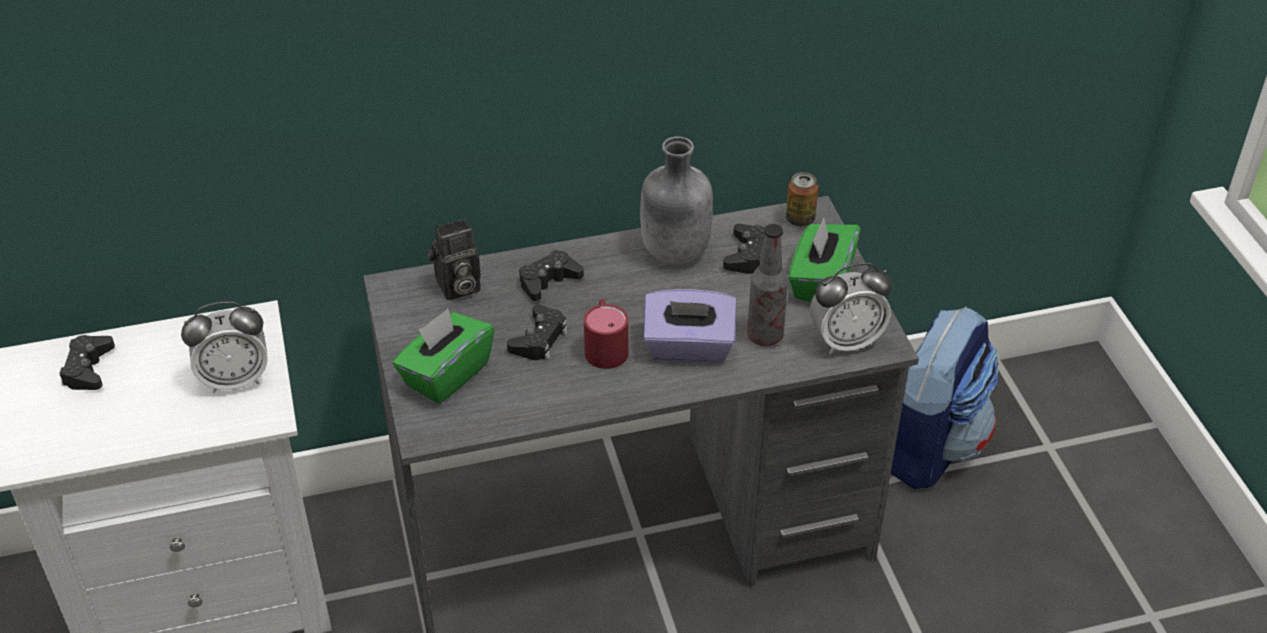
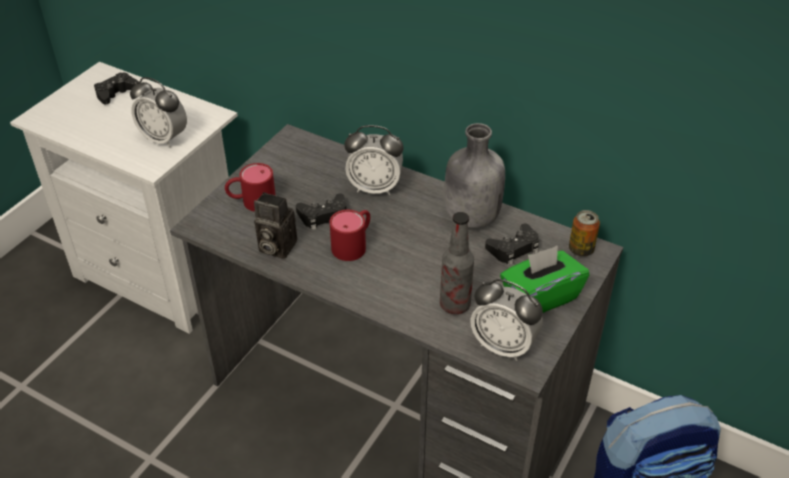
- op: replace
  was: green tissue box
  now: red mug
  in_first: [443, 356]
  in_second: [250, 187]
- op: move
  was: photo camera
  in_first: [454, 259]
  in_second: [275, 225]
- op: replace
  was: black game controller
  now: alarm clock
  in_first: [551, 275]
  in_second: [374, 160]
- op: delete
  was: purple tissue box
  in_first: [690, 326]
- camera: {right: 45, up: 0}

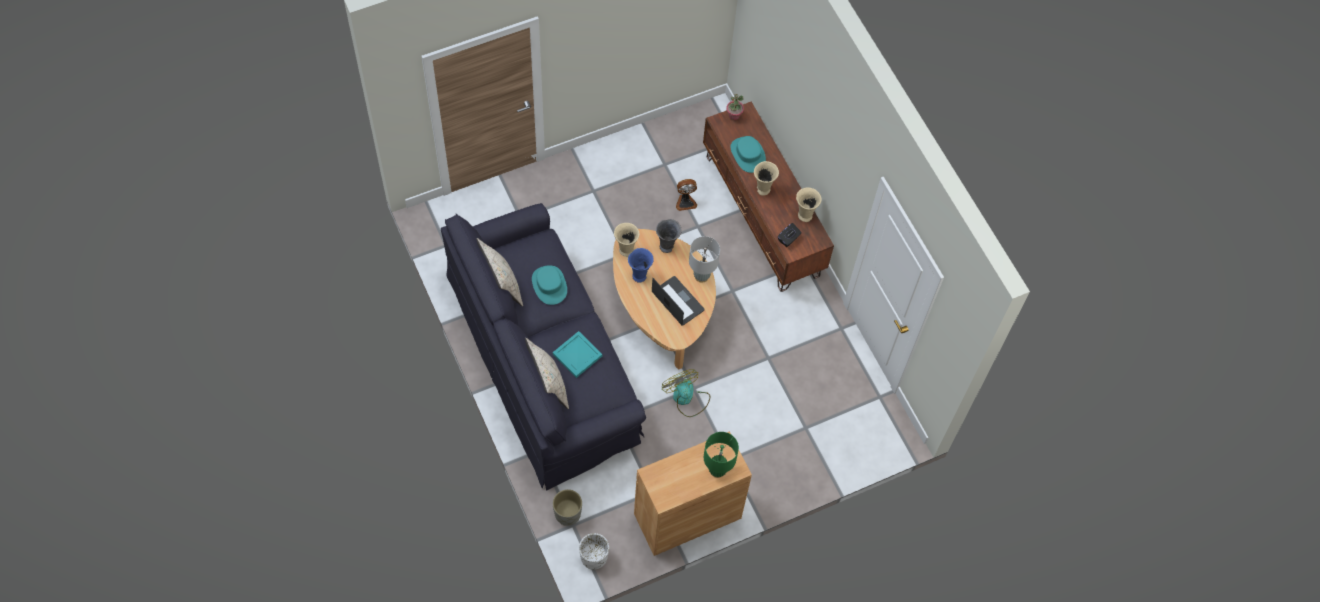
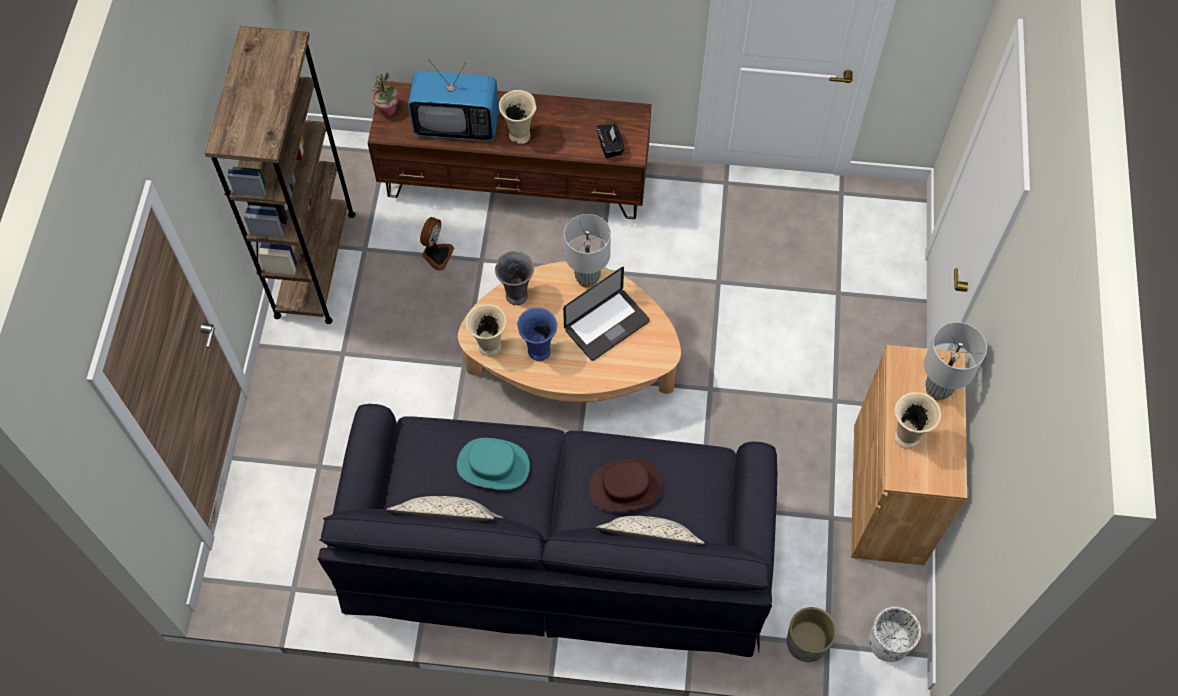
- op: replace
  was: turquoise tray
  now: brown hat
  in_first: [577, 354]
  in_second: [626, 485]
- op: rotate
  was: laptop
  in_first: [678, 301]
  in_second: [606, 314]
  clockwise: 150
- op: delete
  was: fan
  in_first: [686, 393]
- op: recolor
  was: green table lamp
  now: grey table lamp
  in_first: [721, 455]
  in_second: [955, 361]
- op: replace
  was: turquoise hat
  now: television
  in_first: [748, 154]
  in_second: [453, 100]
- op: move
  was: beige vase
  in_first: [808, 204]
  in_second: [917, 420]
- op: insert
  now: brown bookcase
  in_second: [280, 175]
- camera: {right: -55, up: 0}

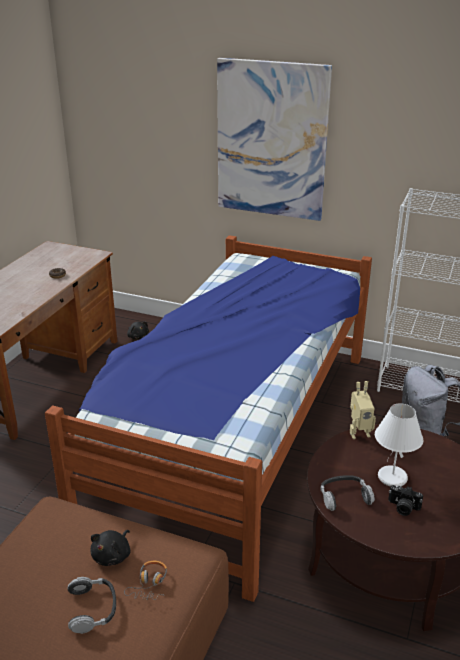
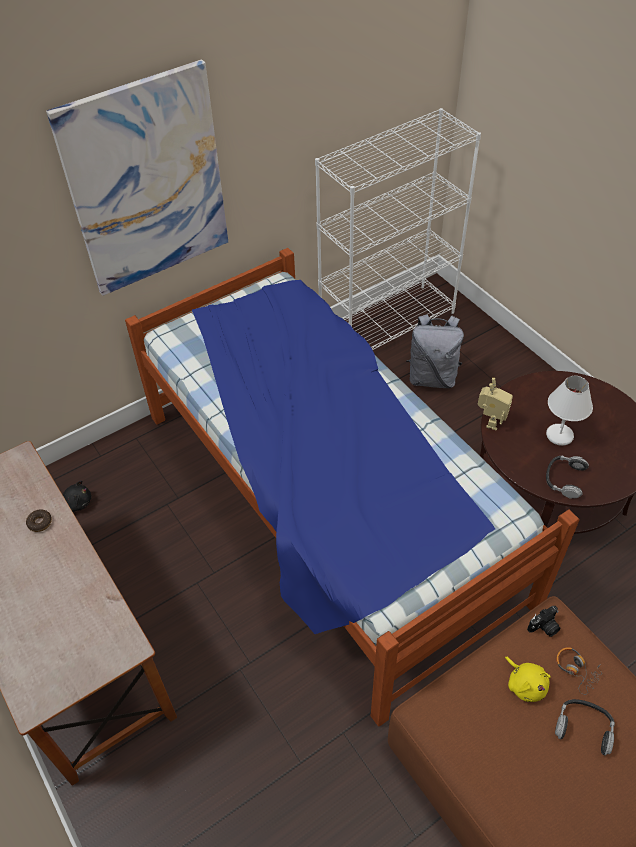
- op: recolor
  was: black plush toy
  now: yellow plush toy
  in_first: [110, 548]
  in_second: [528, 679]
- op: move
  was: photo camera
  in_first: [405, 500]
  in_second: [543, 621]
- camera: {right: -55, up: 20}

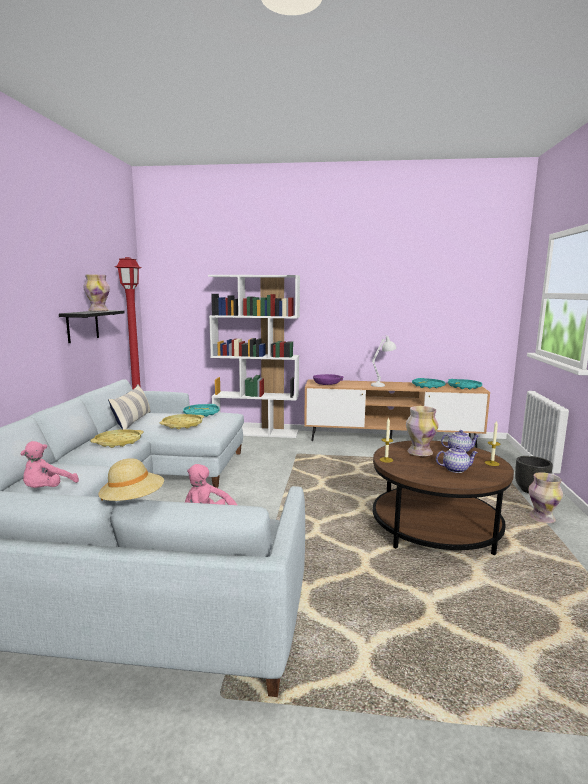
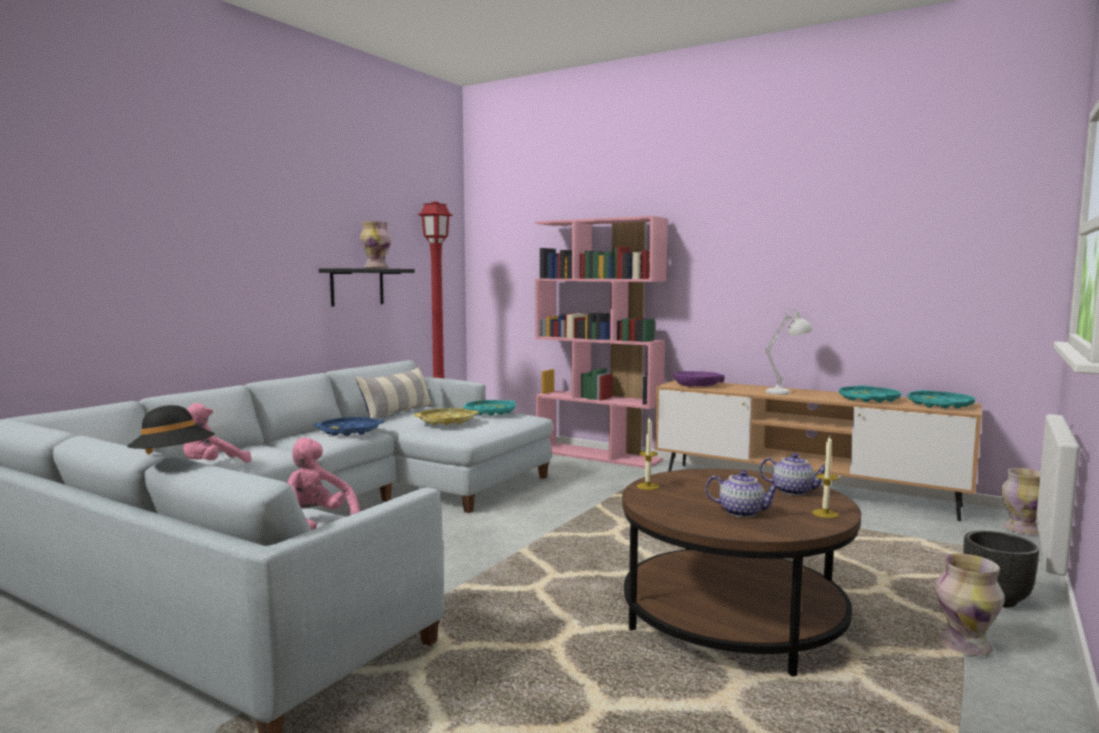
- op: recolor
  was: yellow tray
  now: blue tray
  in_first: [117, 438]
  in_second: [348, 426]
- op: recolor
  was: beige hat
  now: black hat
  in_first: [131, 479]
  in_second: [171, 430]
- op: recolor
  was: white bookcase
  now: pink bookcase
  in_first: [254, 356]
  in_second: [601, 342]
- op: move
  was: vase
  in_first: [422, 431]
  in_second: [1020, 501]
- camera: {right: 25, up: -5}

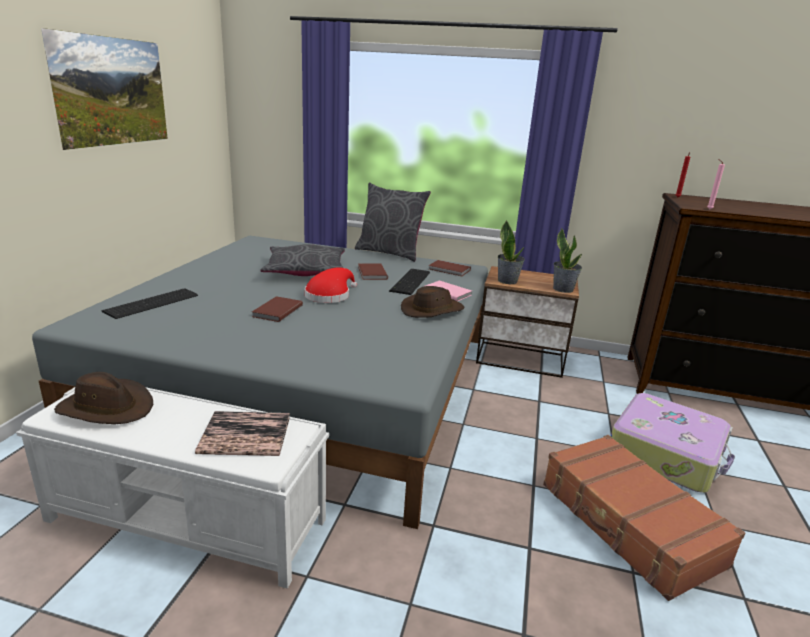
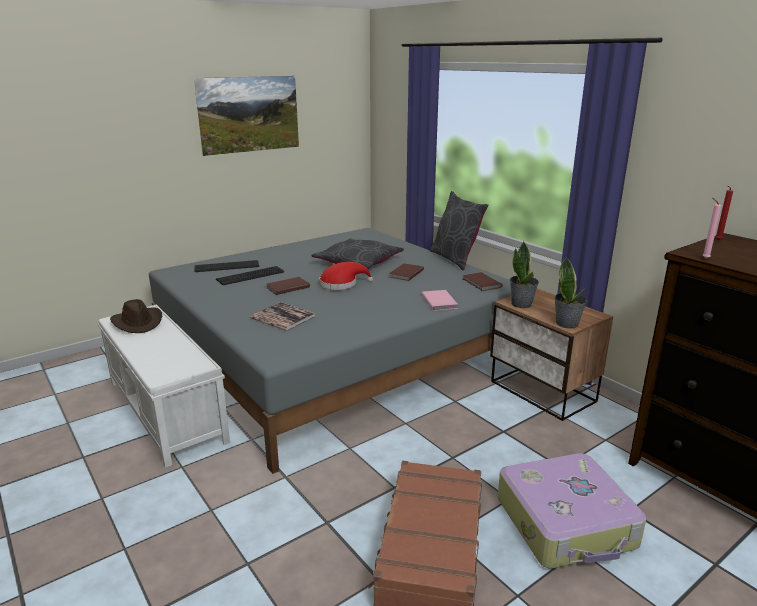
- op: move
  was: book
  in_first: [242, 433]
  in_second: [283, 316]
- op: move
  was: keyboard
  in_first: [409, 282]
  in_second: [250, 275]
- op: delete
  was: brown hat
  in_first: [433, 302]
- camera: {right: 40, up: 0}

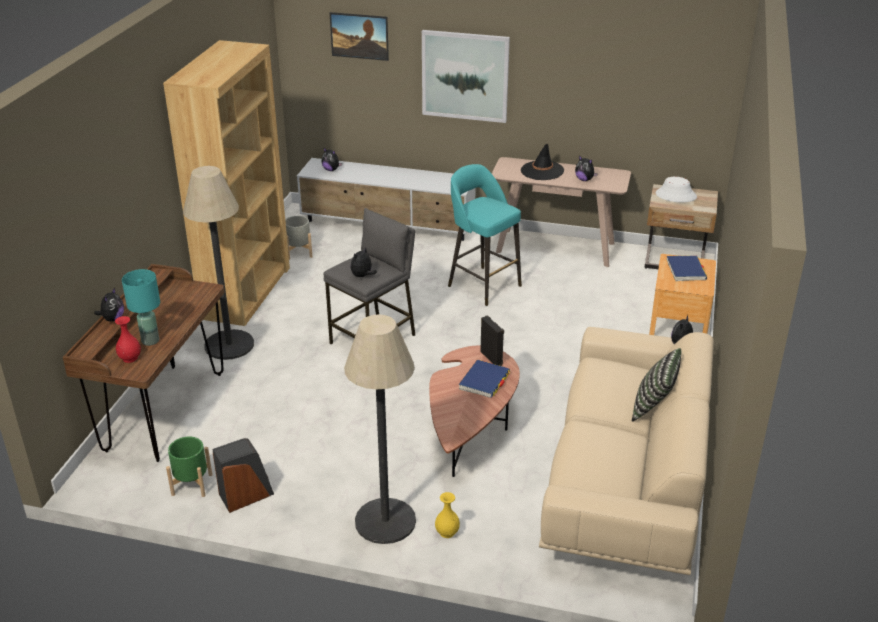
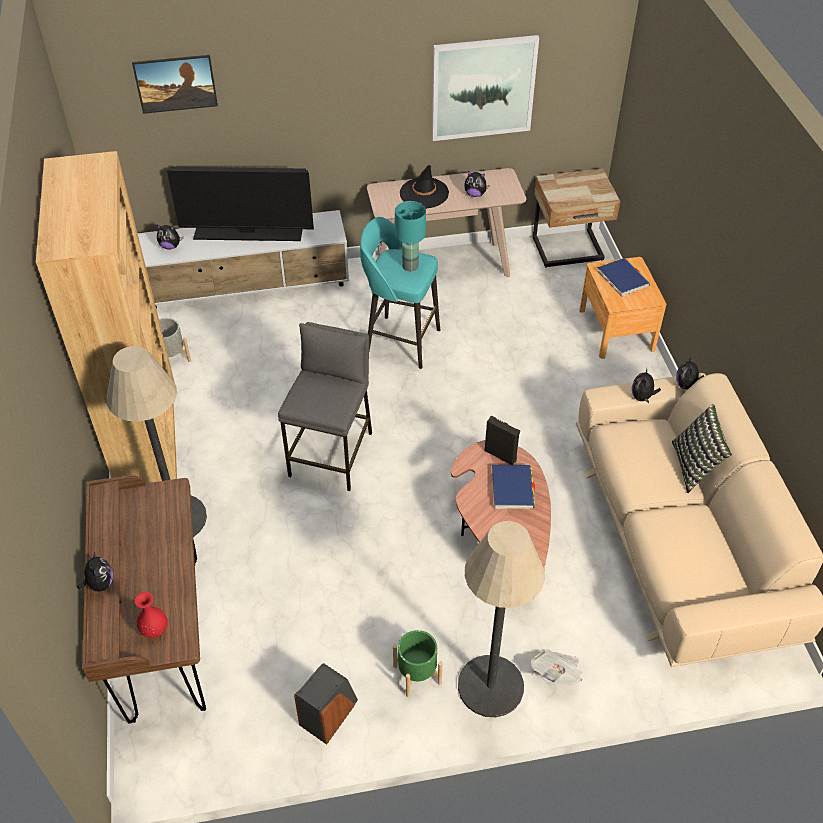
- op: move
  was: turquoise table lamp
  in_first: [141, 307]
  in_second: [410, 236]
- op: move
  was: green planter
  in_first: [189, 467]
  in_second: [418, 663]
- op: move
  was: plush toy
  in_first: [363, 262]
  in_second: [646, 385]
- op: move
  was: picture
  in_first: [466, 76]
  in_second: [485, 88]
- op: replace
  was: yellow vase
  now: newspaper
  in_first: [447, 515]
  in_second: [556, 667]
- op: delete
  was: white hat
  in_first: [676, 189]
- op: insert
  now: television
  in_second: [240, 204]
- camera: {right: -25, up: 15}

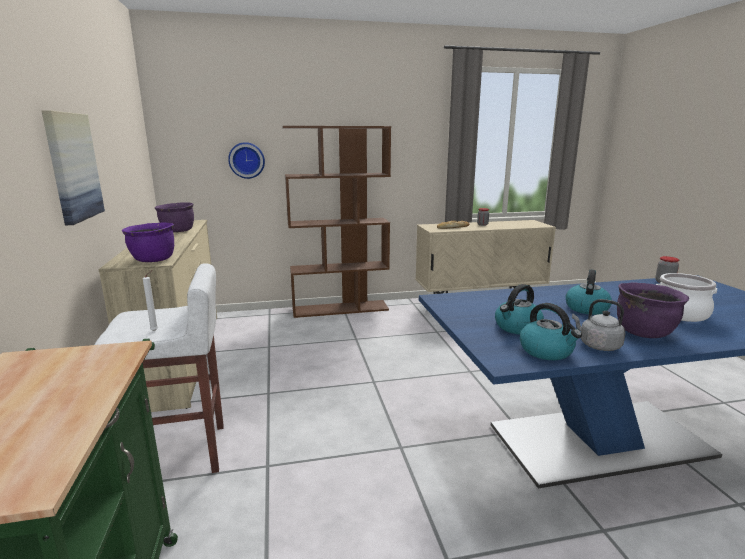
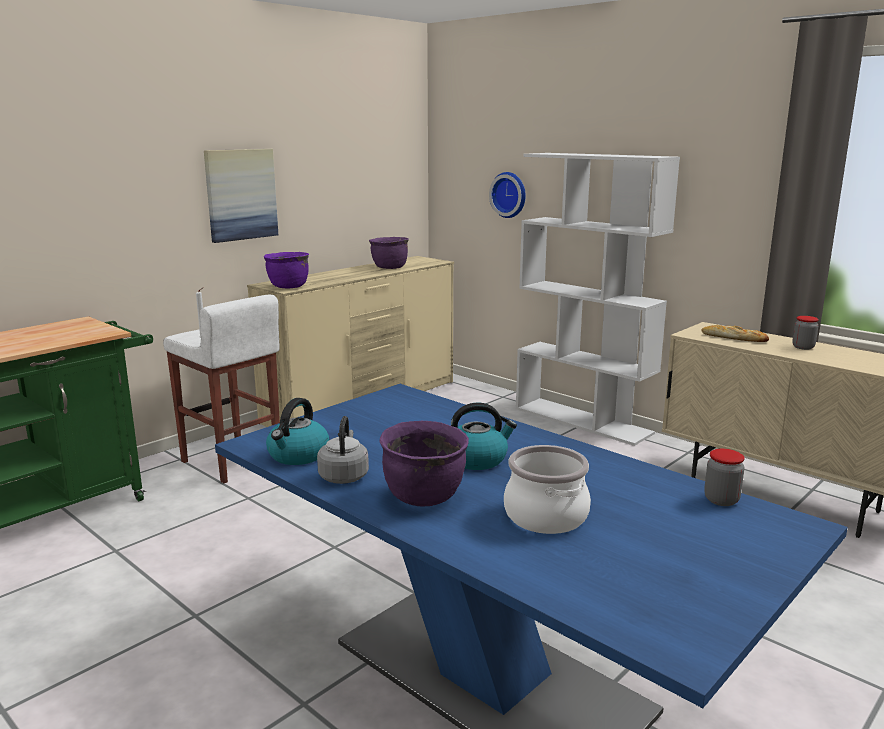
- op: recolor
  was: brown bookcase
  now: white bookcase
  in_first: [336, 222]
  in_second: [598, 299]
- op: delete
  was: kettle
  in_first: [519, 309]
- camera: {right: 55, up: 0}

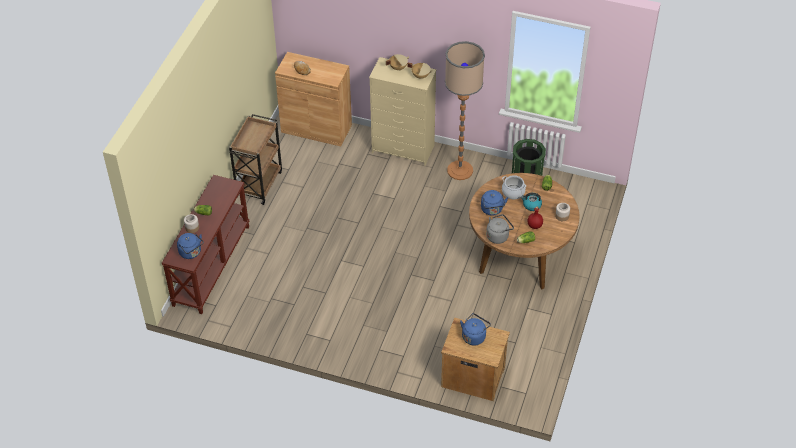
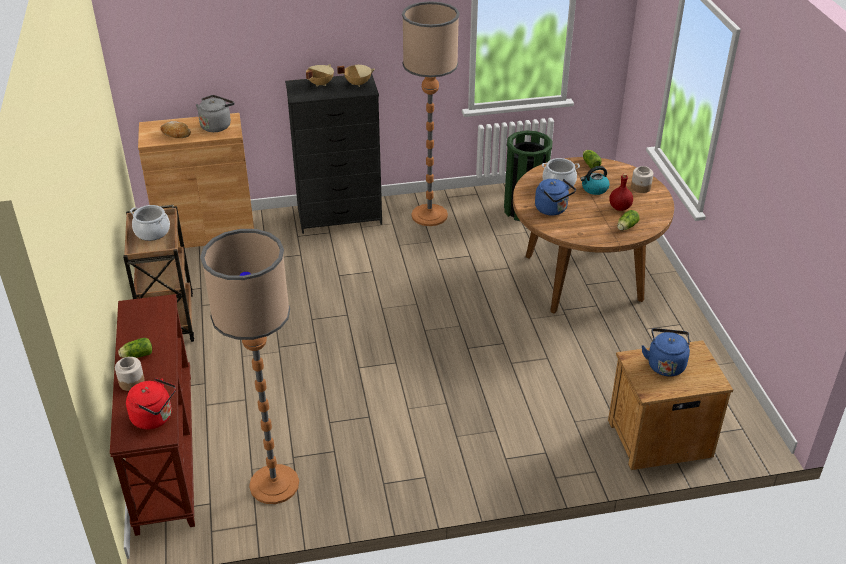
- op: recolor
  was: blue kettle
  now: red kettle
  in_first: [190, 246]
  in_second: [151, 404]
- op: recolor
  was: beige dresser
  now: black dresser
  in_first: [403, 111]
  in_second: [333, 154]
- op: move
  was: grey kettle
  in_first: [500, 229]
  in_second: [215, 113]
- op: insert
  now: cooking pot
  in_second: [150, 223]
- op: insert
  now: floor lamp
  in_second: [249, 366]
- camera: {right: -30, up: -10}

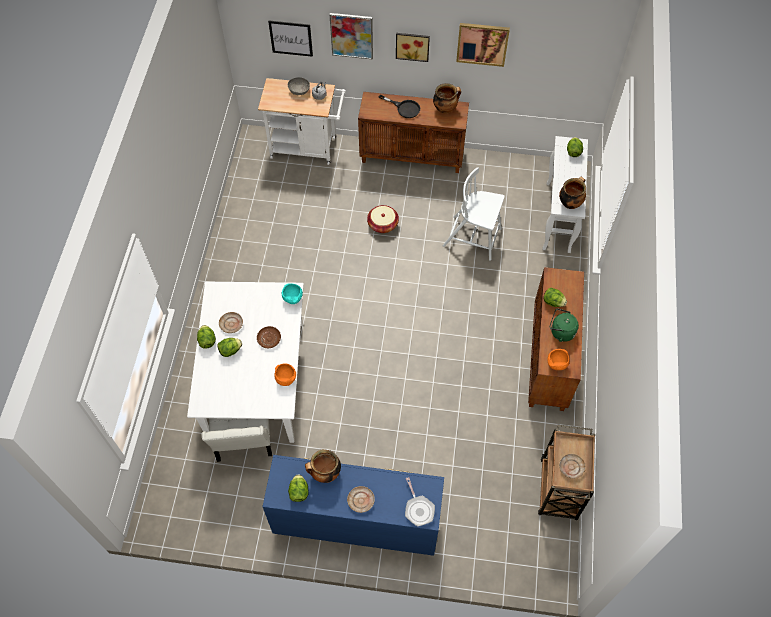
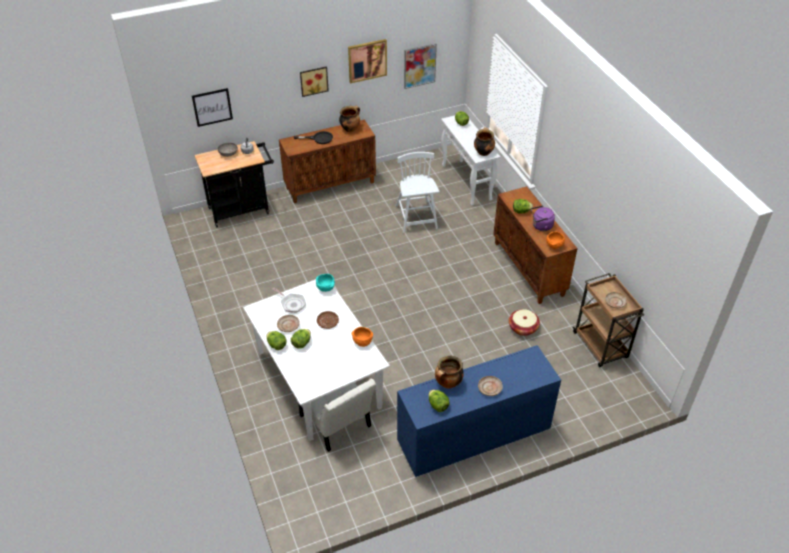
- op: recolor
  was: white cart
  now: black cart
  in_first: [302, 121]
  in_second: [234, 184]
- op: move
  was: picture
  in_first: [351, 36]
  in_second: [420, 66]
- op: move
  was: basket
  in_first: [383, 219]
  in_second: [524, 322]
- op: move
  was: frying pan
  in_first: [420, 501]
  in_second: [289, 300]
- op: rotate
  was: white chair
  in_first: [474, 214]
  in_second: [418, 192]
  clockwise: 90
- op: recolor
  was: green kettle
  now: purple kettle
  in_first: [564, 325]
  in_second: [543, 218]
- camera: {right: -30, up: -15}

